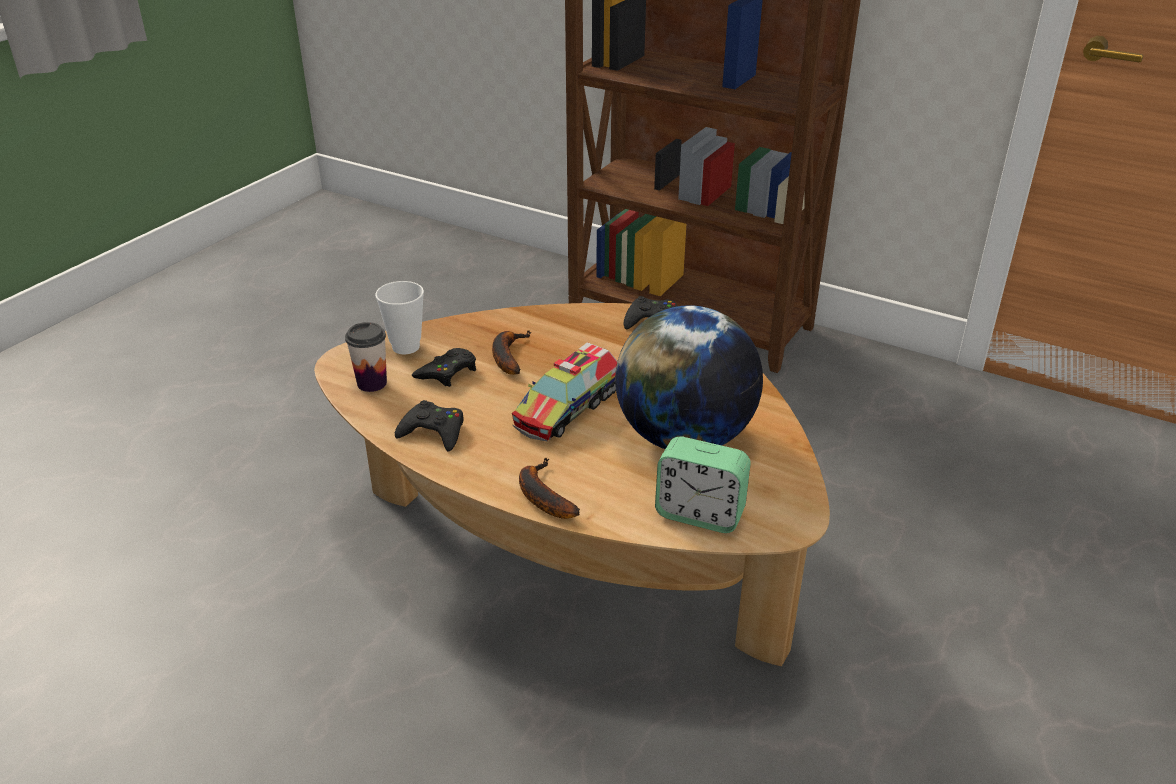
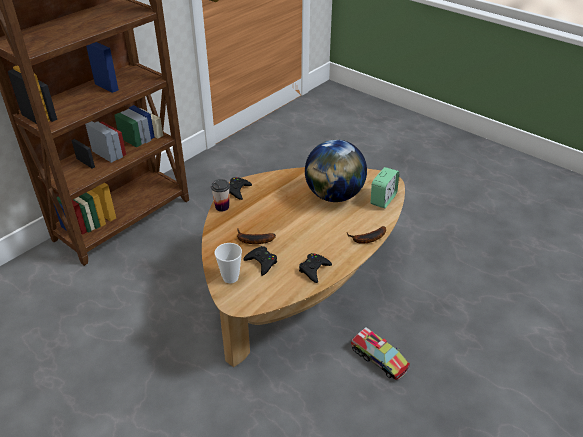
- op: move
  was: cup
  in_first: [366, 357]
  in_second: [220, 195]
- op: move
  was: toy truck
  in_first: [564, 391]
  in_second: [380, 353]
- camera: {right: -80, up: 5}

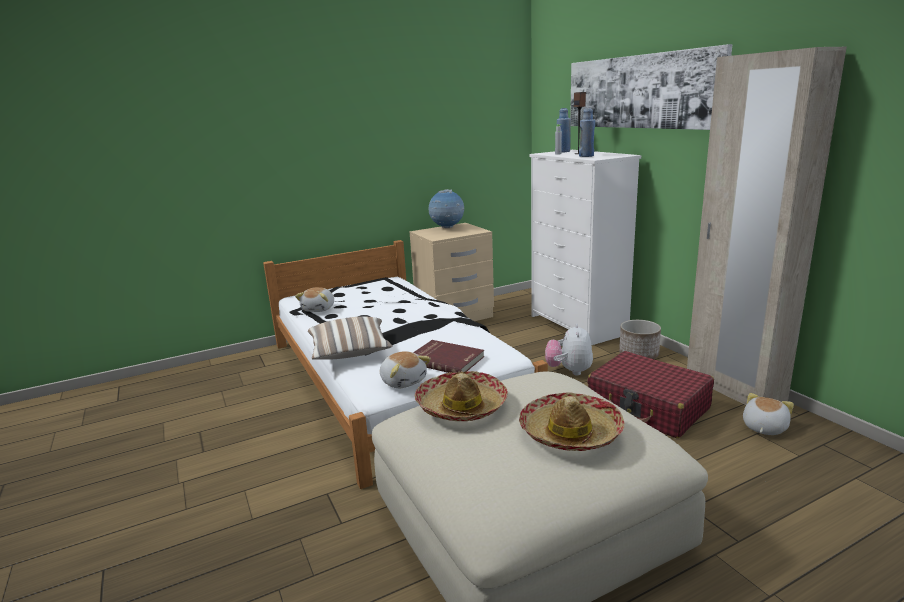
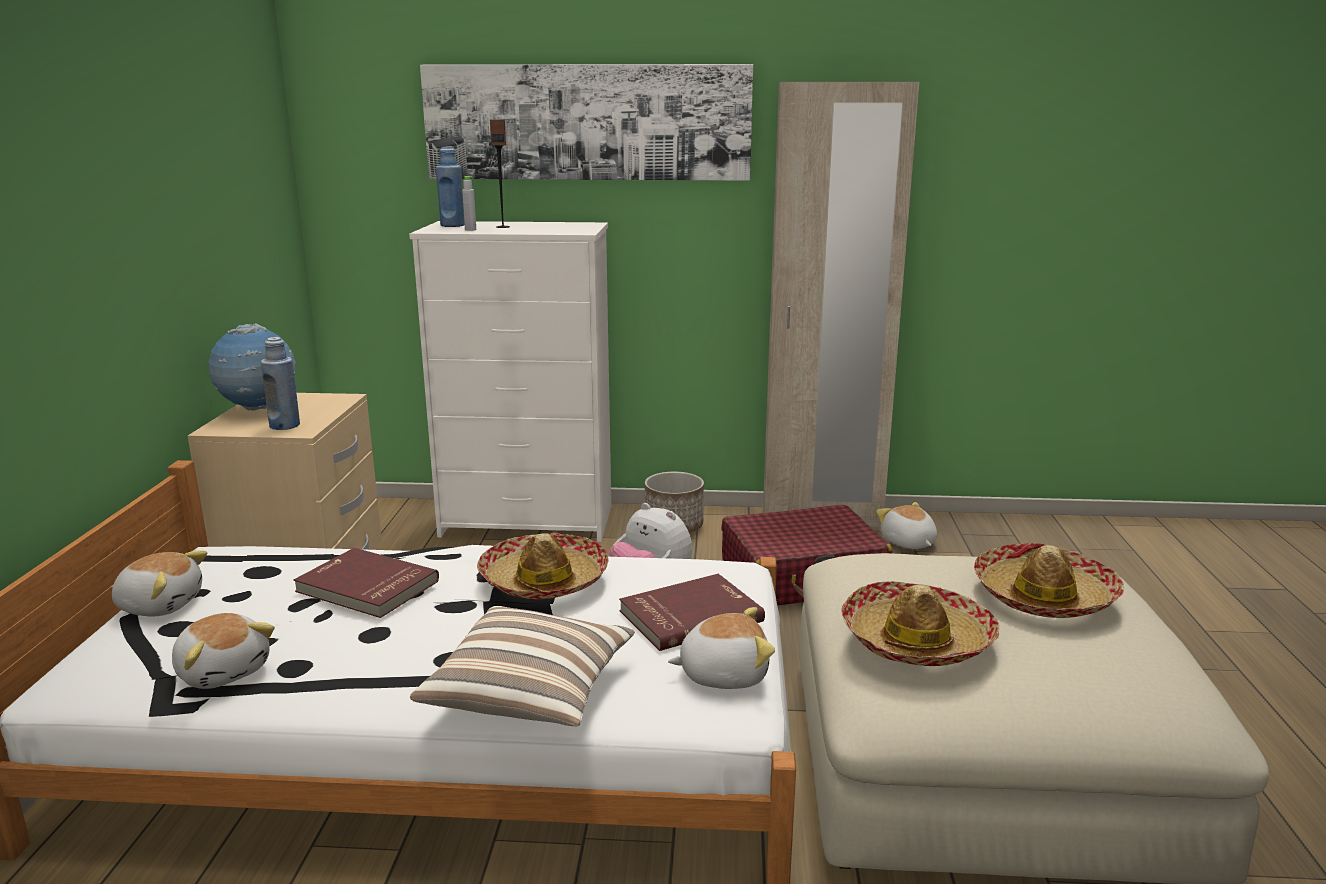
- op: move
  was: blue bottle
  in_first: [587, 132]
  in_second: [280, 383]
- op: insert
  now: plush toy
  in_second: [159, 583]
- op: insert
  now: red book
  in_second: [366, 583]
- op: insert
  now: hat
  in_second: [543, 566]
- camera: {right: -60, up: 0}

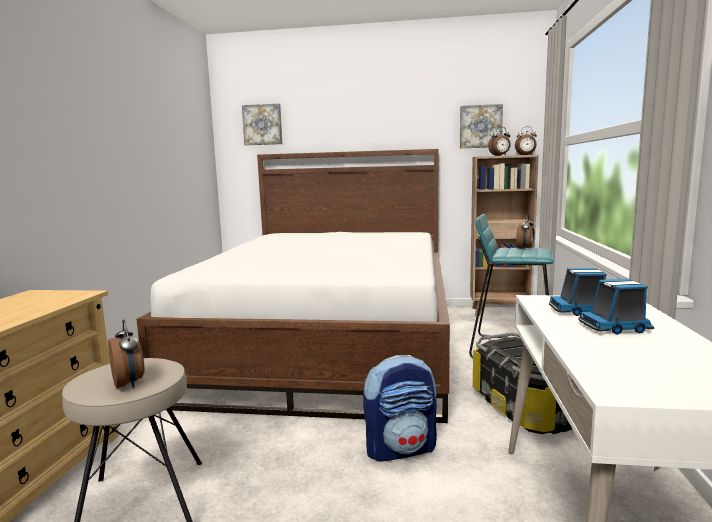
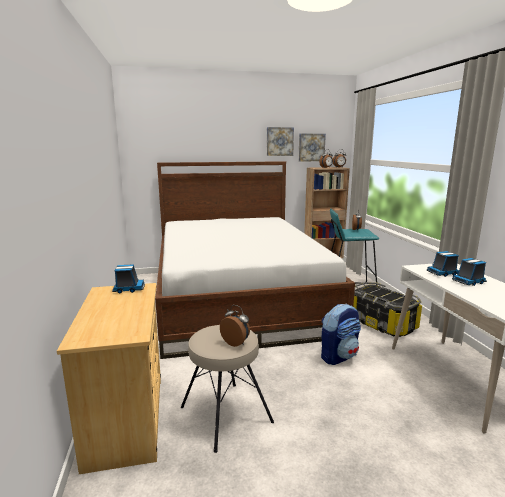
- op: move
  was: picture
  in_first: [262, 124]
  in_second: [280, 141]
- op: insert
  now: toy truck
  in_second: [128, 279]
- camera: {right: -20, up: 5}

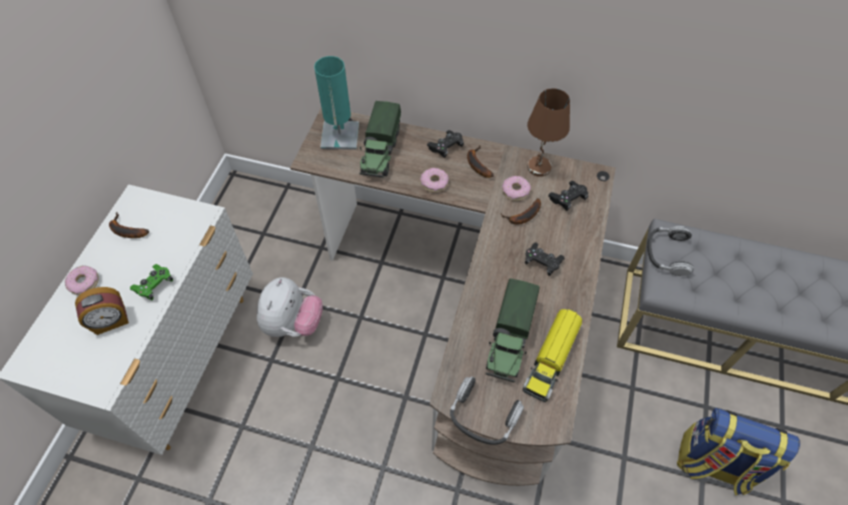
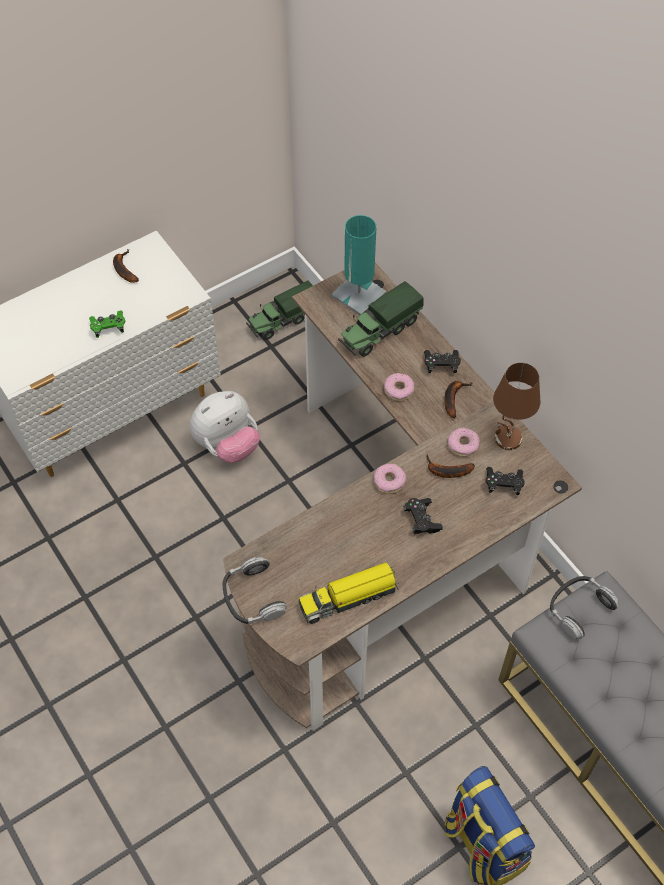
- op: move
  was: donut
  in_first: [82, 280]
  in_second: [390, 479]
- op: delete
  was: alarm clock
  in_first: [102, 311]
- op: move
  was: toy truck
  in_first: [513, 330]
  in_second: [279, 310]
- camera: {right: 40, up: 0}

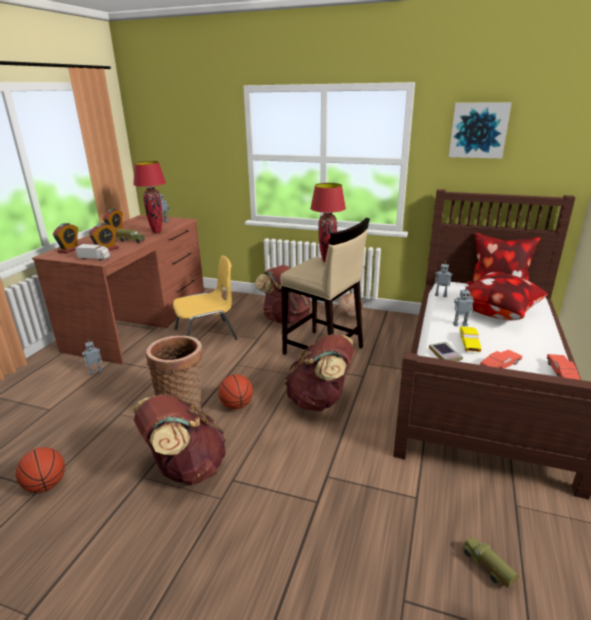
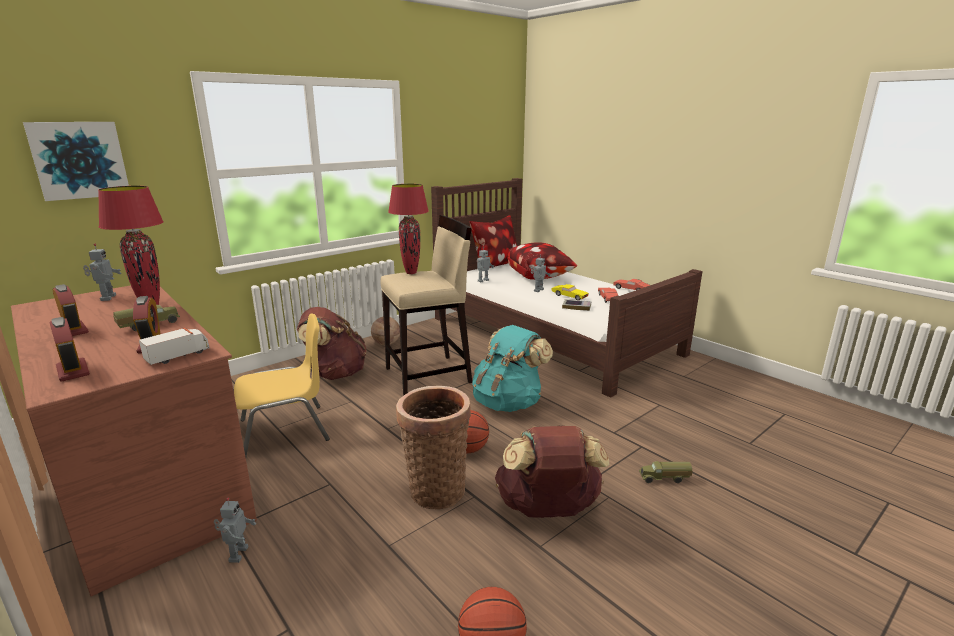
- op: rotate
  was: yellow chair
  in_first: [205, 298]
  in_second: [282, 385]
  clockwise: 60
- op: recolor
  was: brown backpack
  now: turquoise backpack
  in_first: [319, 372]
  in_second: [512, 368]
- op: move
  was: picture
  in_first: [480, 130]
  in_second: [76, 161]
- op: move
  was: toy truck
  in_first: [490, 562]
  in_second: [666, 472]
- camera: {right: -60, up: -5}

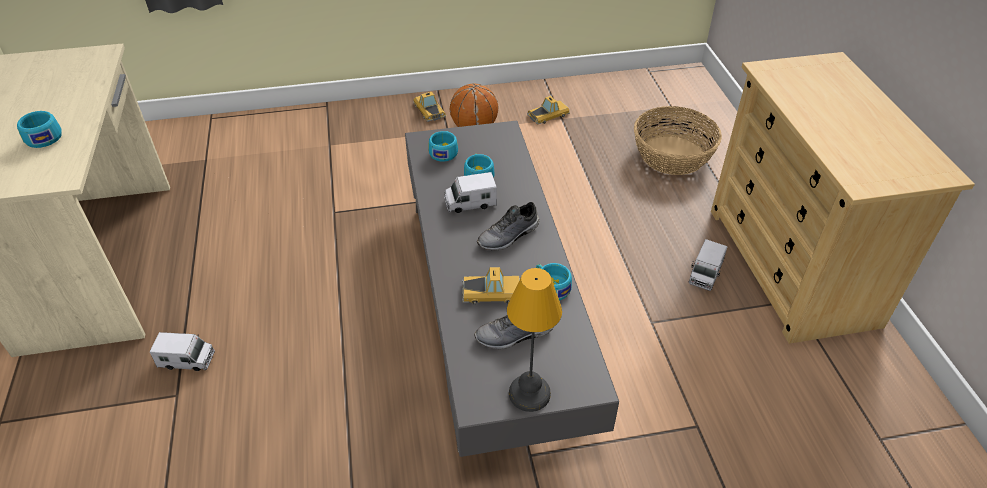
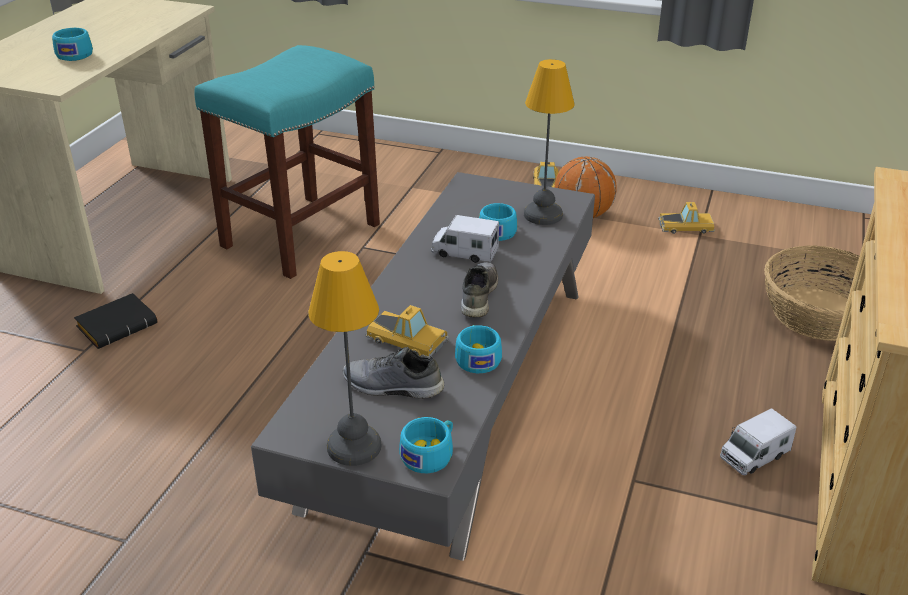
- op: replace
  was: toy truck
  now: black book
  in_first: [182, 351]
  in_second: [115, 321]
- op: move
  was: turquoise cup
  in_first: [443, 146]
  in_second: [426, 445]
- op: rotate
  was: grey shoe
  in_first: [508, 226]
  in_second: [479, 290]
  clockwise: 105
- op: insert
  now: turquoise stool
  in_second: [287, 162]
- op: insert
  now: table lamp
  in_second: [549, 142]
- camera: {right: 30, up: -10}

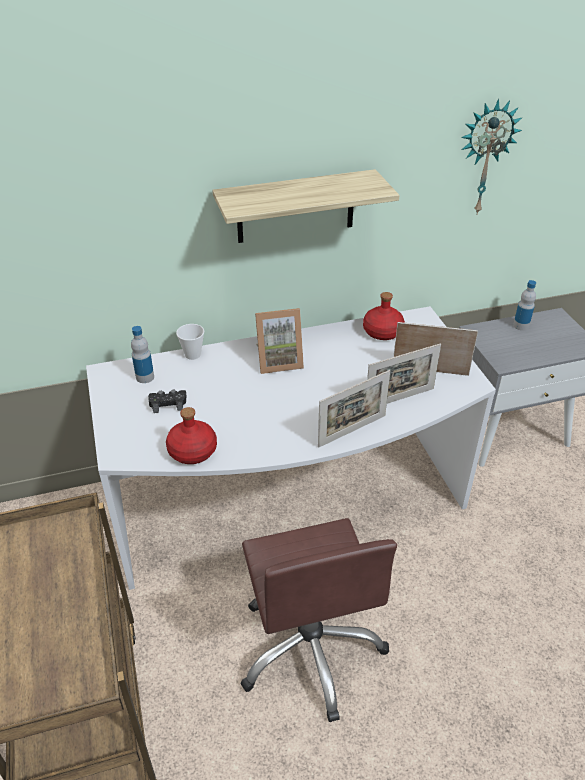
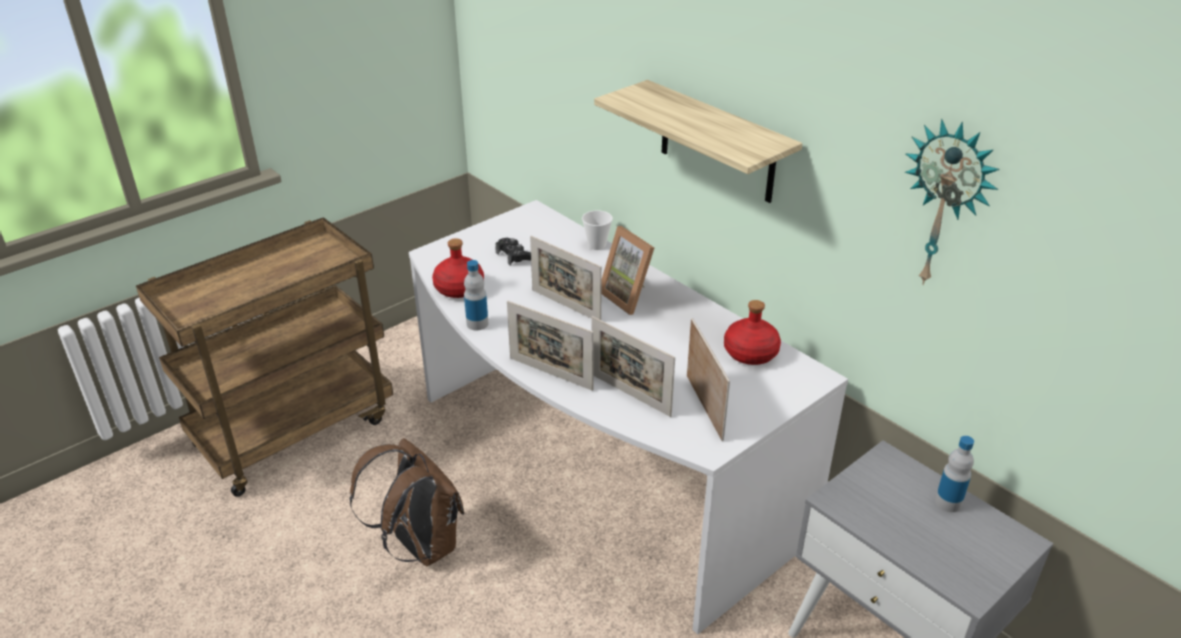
- op: move
  was: bottle
  in_first: [142, 354]
  in_second: [476, 295]
- op: replace
  was: brown office chair
  now: brown backpack
  in_first: [318, 620]
  in_second: [406, 502]
- op: insert
  now: picture frame
  in_second: [566, 278]
- camera: {right: 65, up: -5}

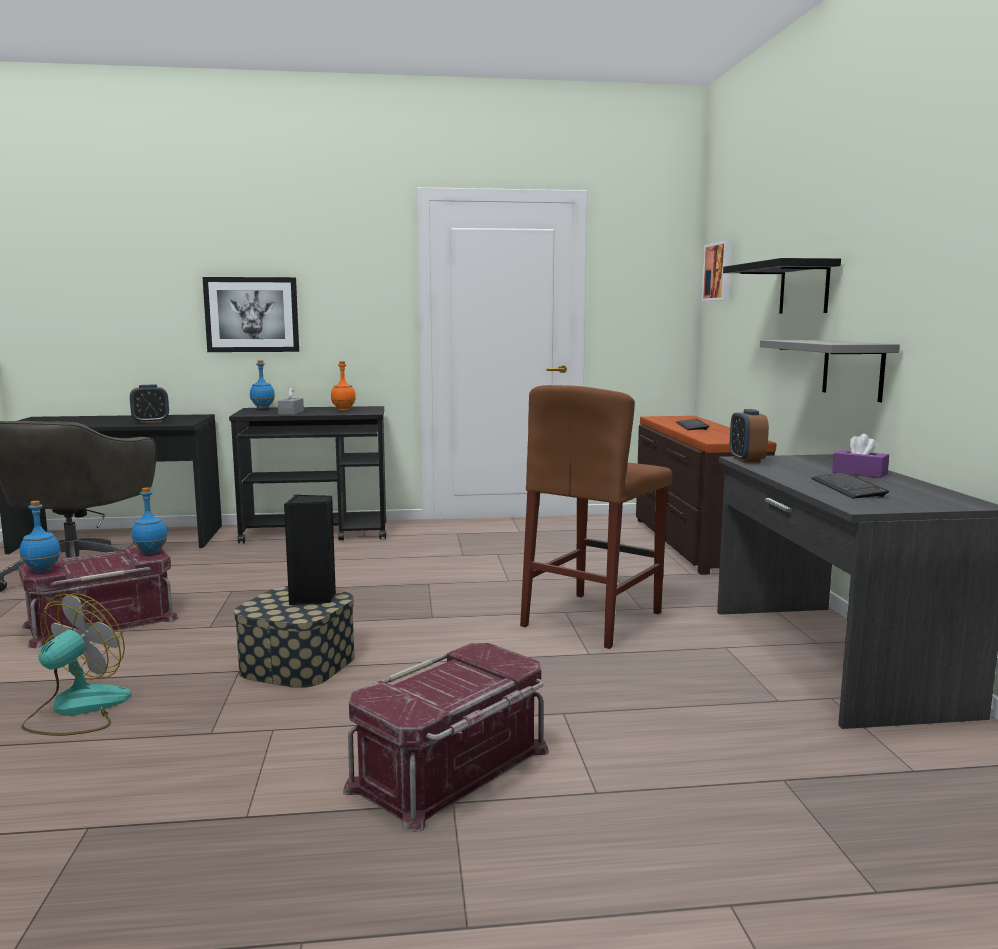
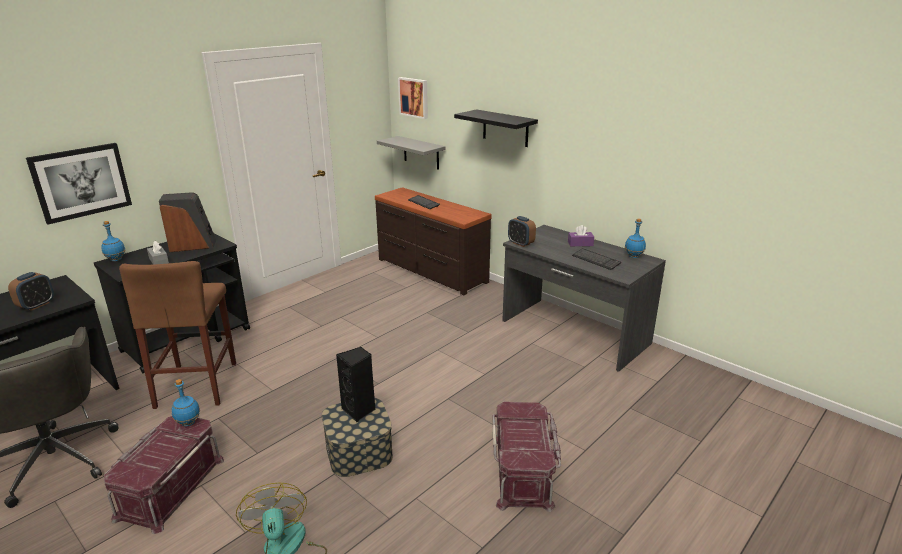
- op: move
  was: blue bottle
  in_first: [40, 537]
  in_second: [635, 238]
- op: replace
  was: orange bottle
  now: speaker
  in_first: [343, 386]
  in_second: [187, 222]
- op: move
  was: brown stool
  in_first: [596, 517]
  in_second: [177, 335]
- op: move
  was: grey shelf
  in_first: [830, 371]
  in_second: [411, 153]
- camera: {right: -40, up: 15}

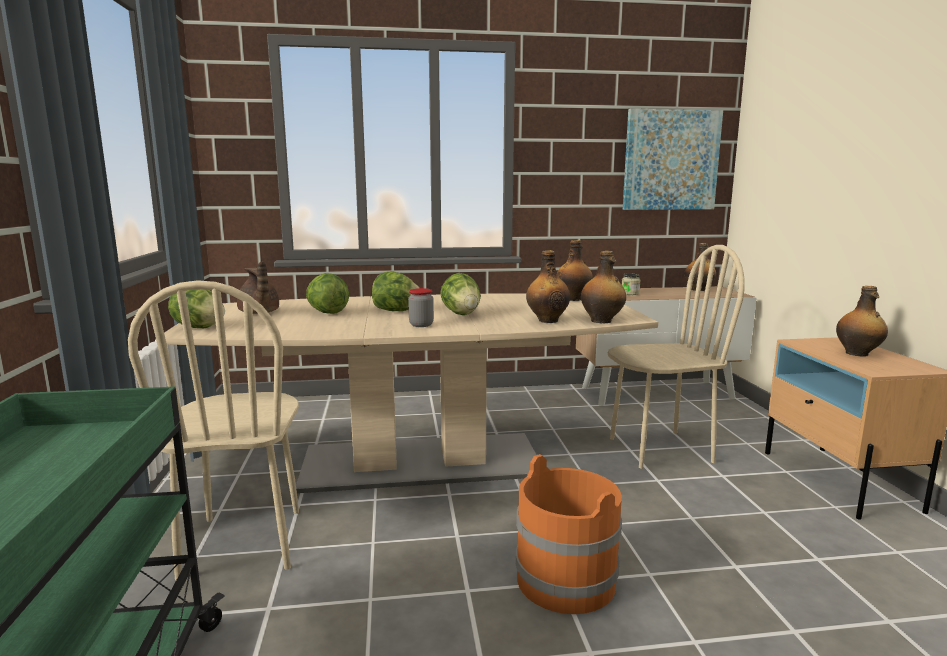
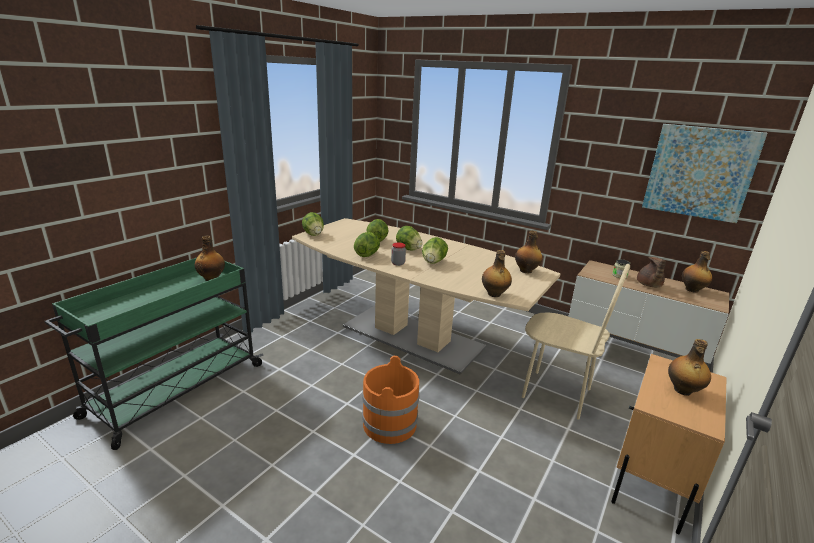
- op: delete
  was: beige chair
  in_first: [213, 430]
- op: move
  was: brown teapot
  in_first: [258, 287]
  in_second: [651, 272]
- op: move
  was: bottle
  in_first: [548, 286]
  in_second: [209, 258]
- op: insert
  now: lettuce
  in_second: [367, 244]
- camera: {right: 40, up: 10}

